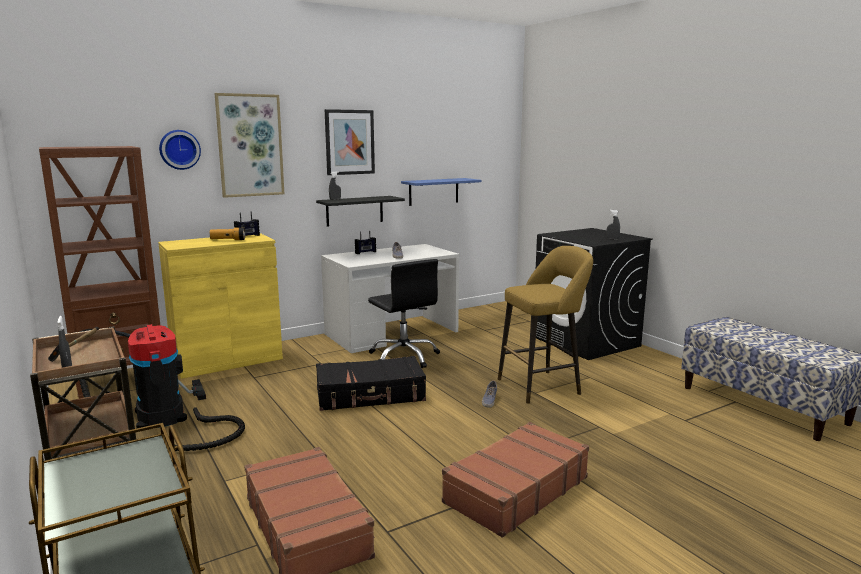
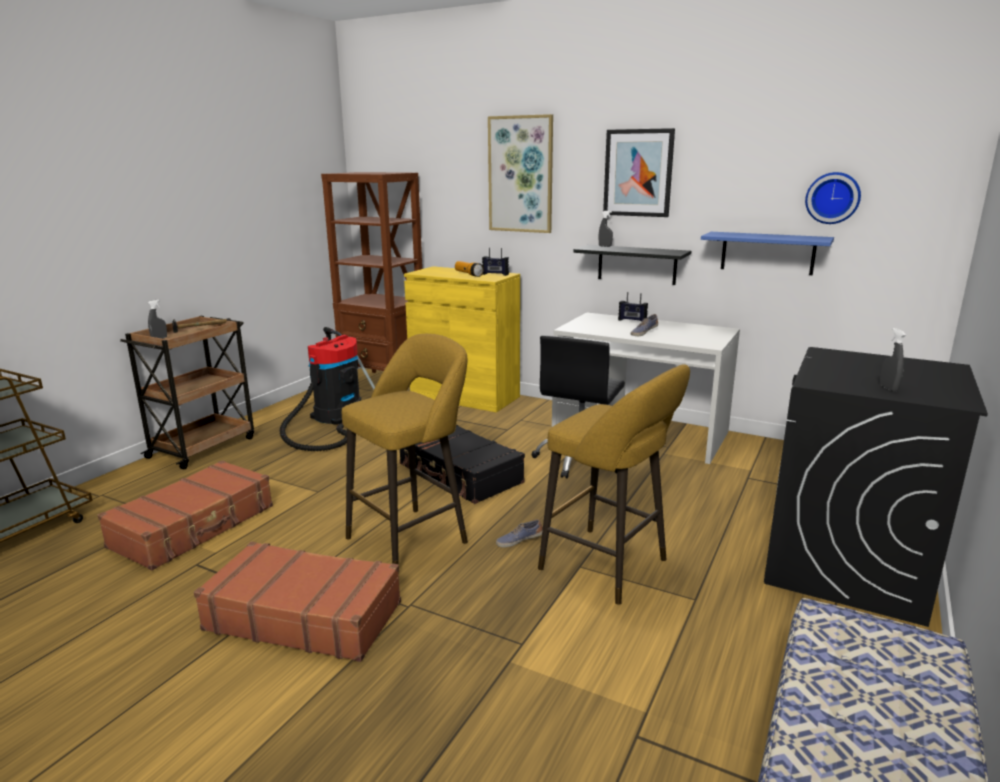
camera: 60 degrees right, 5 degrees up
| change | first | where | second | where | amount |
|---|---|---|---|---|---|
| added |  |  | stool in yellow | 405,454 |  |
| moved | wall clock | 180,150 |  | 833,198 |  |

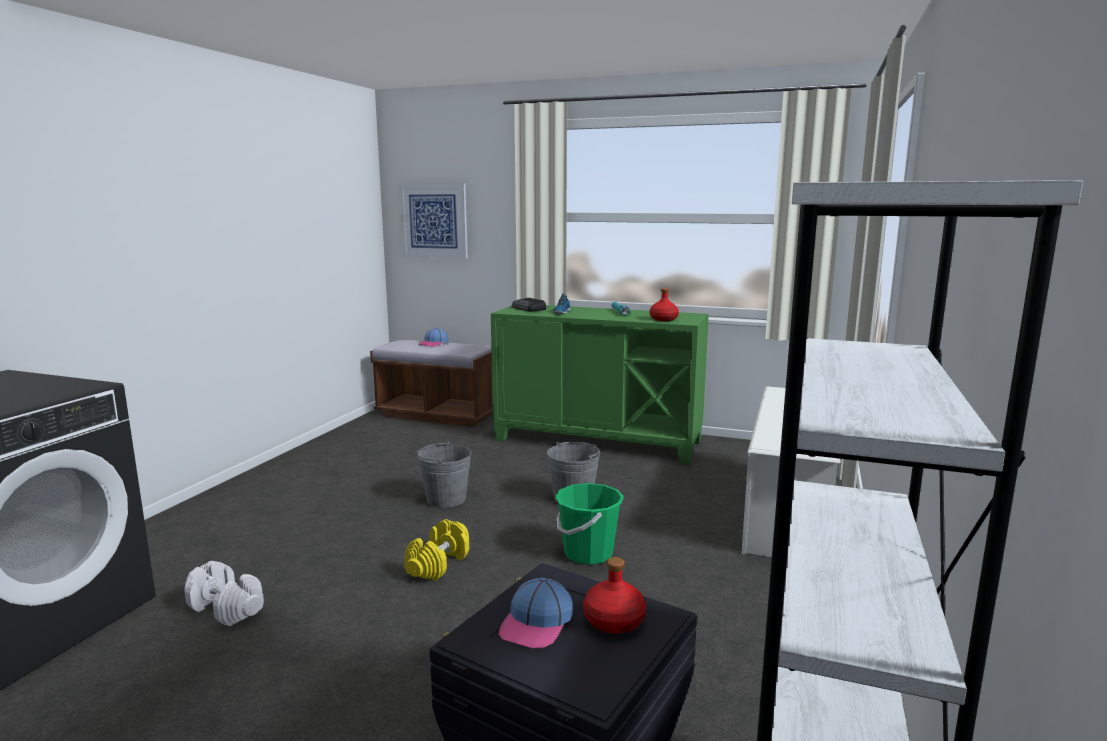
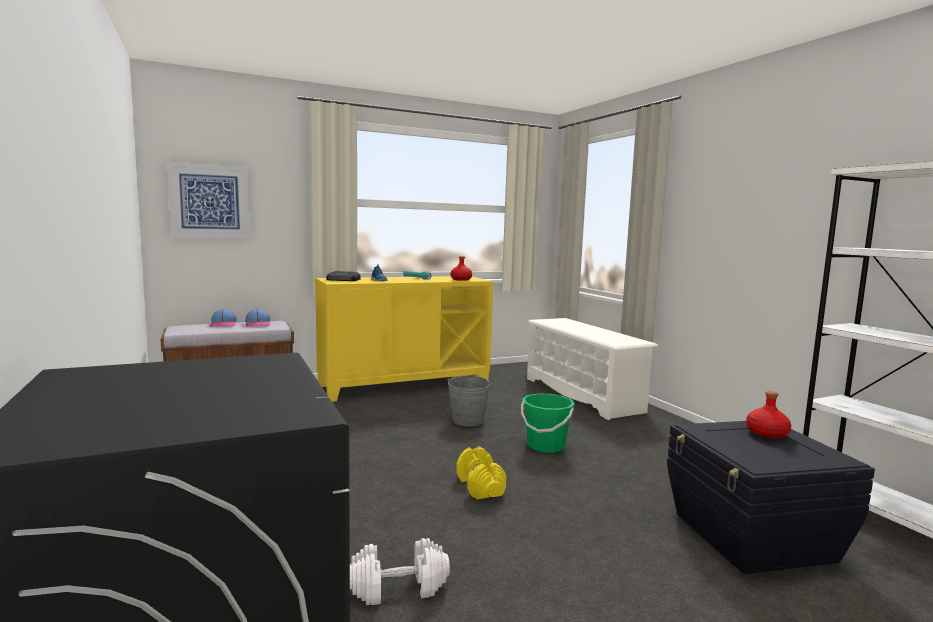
camera: 45 degrees left, 5 degrees down
| change | first | where | second | where | amount |
|---|---|---|---|---|---|
| moved | cap | 536,613 |  | 258,317 |  |
| recoloured | cabinet in green | 600,385 | cabinet in yellow | 404,339 |  |
| removed | bucket in grey | 444,474 |  |  |  |

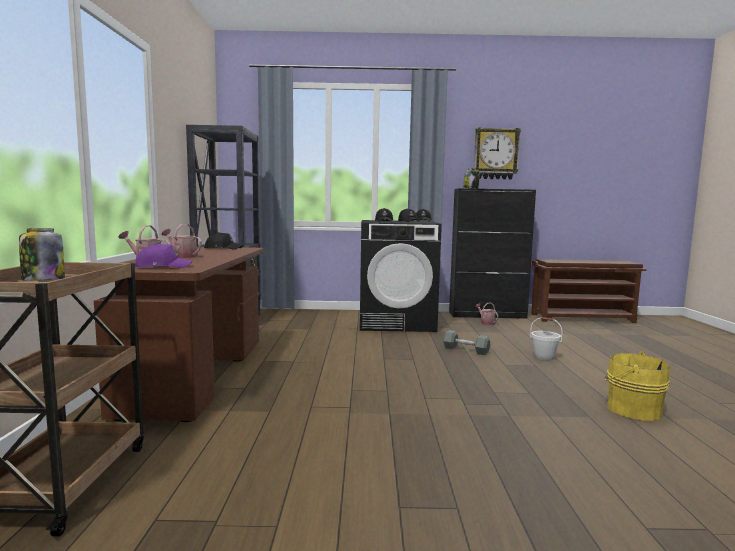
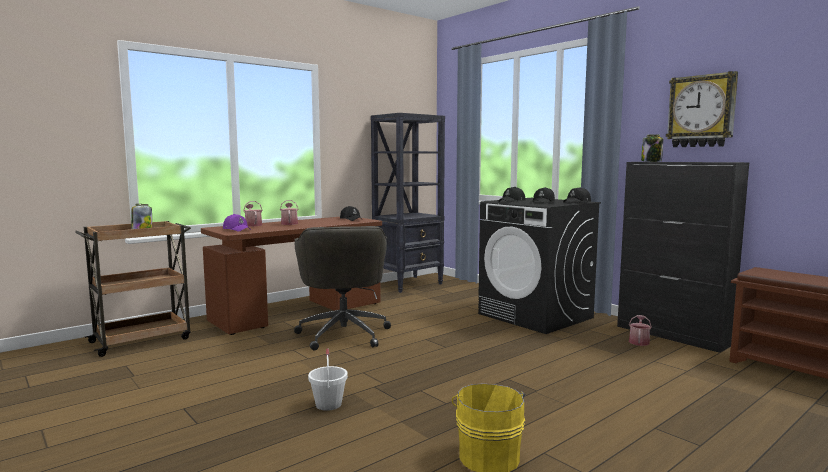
camera: 50 degrees right, 0 degrees up
| change | first | where | second | where | amount |
|---|---|---|---|---|---|
| added |  |  | office chair in grey | 342,288 |  |
| moved | bucket in white | 546,338 |  | 328,379 |  |
| removed | dumbbell in grey | 467,342 |  |  |  |

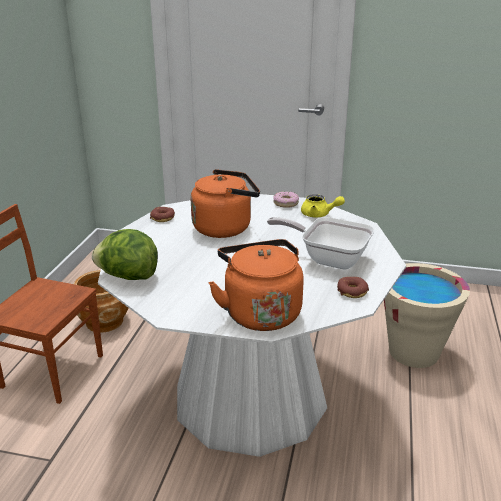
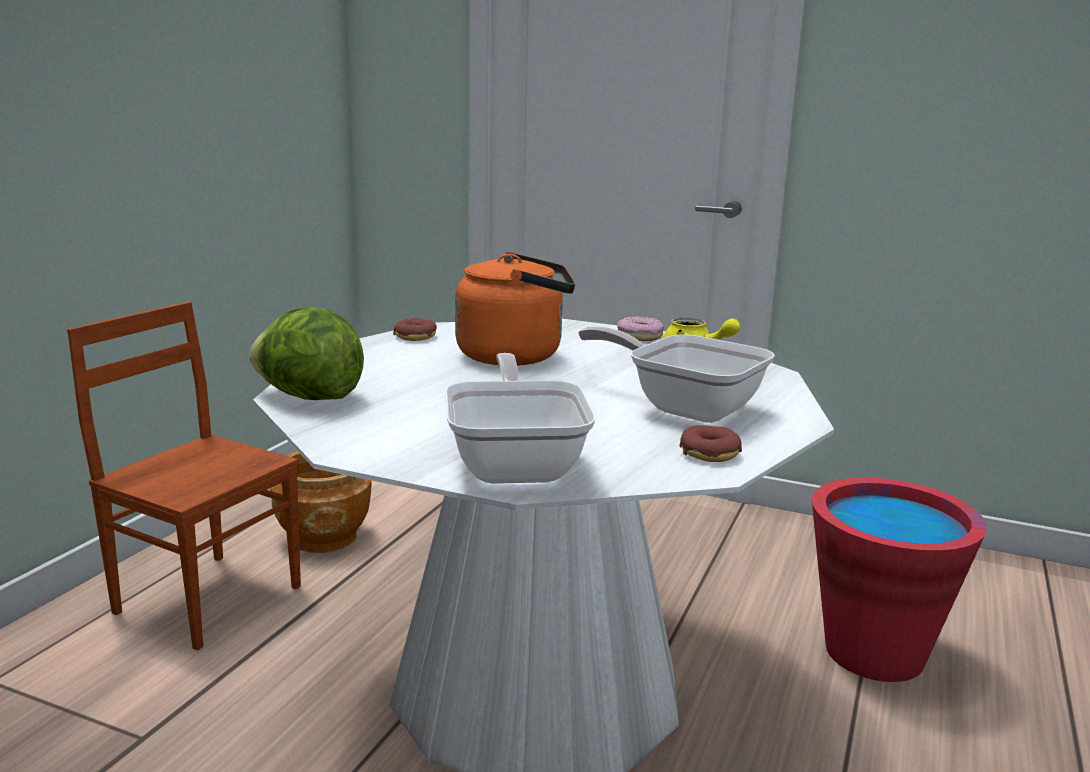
camera: 10 degrees right, 10 degrees down
| change | first | where | second | where | amount |
|---|---|---|---|---|---|
| replaced | kettle in orange | 256,285 | frying pan | 520,418 |  |
| recoloured | bucket in beige | 427,315 | bucket in red | 899,580 |  |

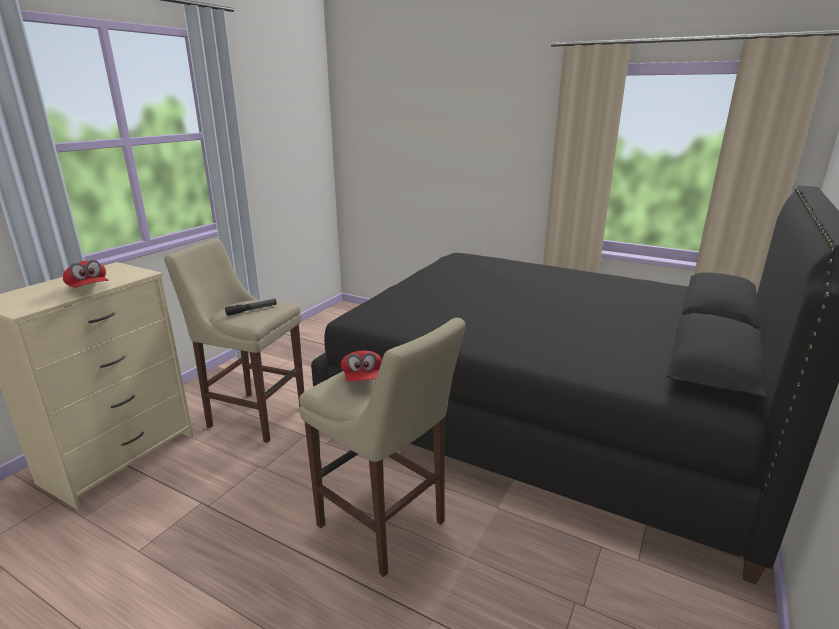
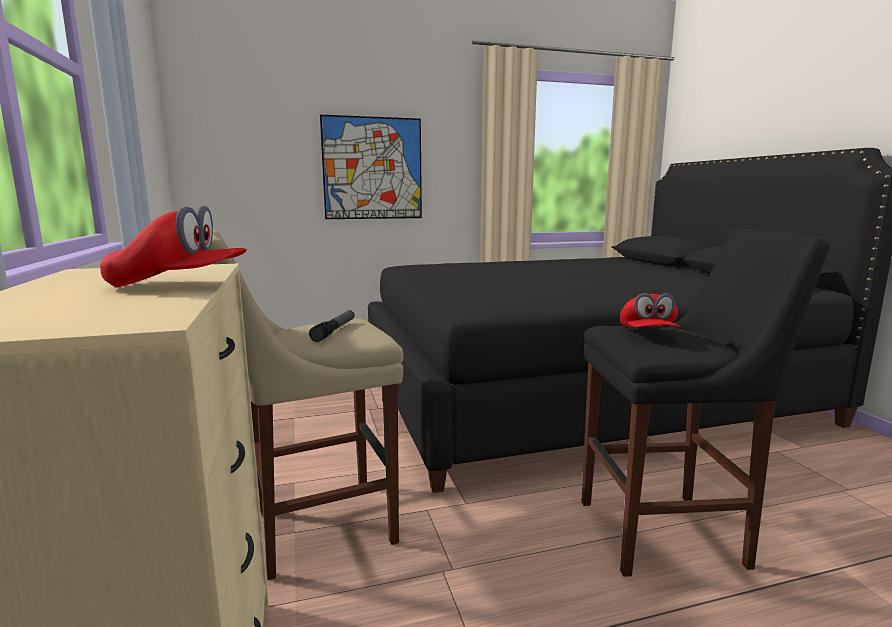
camera: 45 degrees left, 10 degrees down
| change | first | where | second | where | amount |
|---|---|---|---|---|---|
| added |  |  | picture | 371,167 |  |
| recoloured | stool in beige | 382,447 | stool in black | 705,402 |  |
| turned | cap in red | 361,366 |  | 650,310 | 60 degrees clockwise |

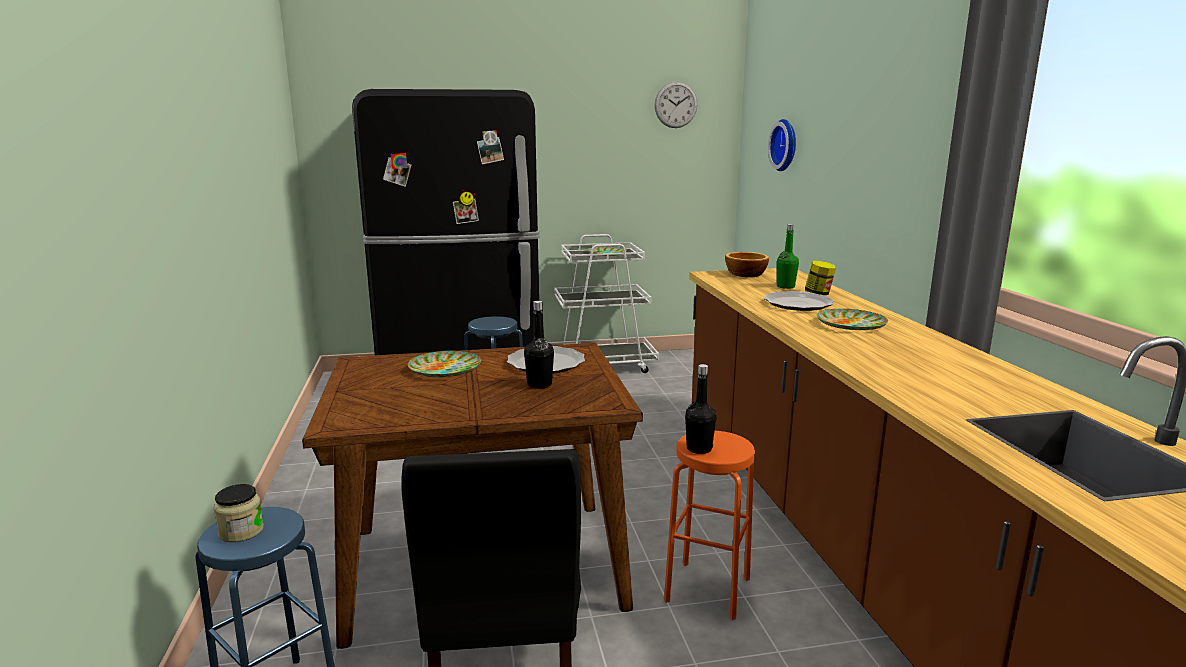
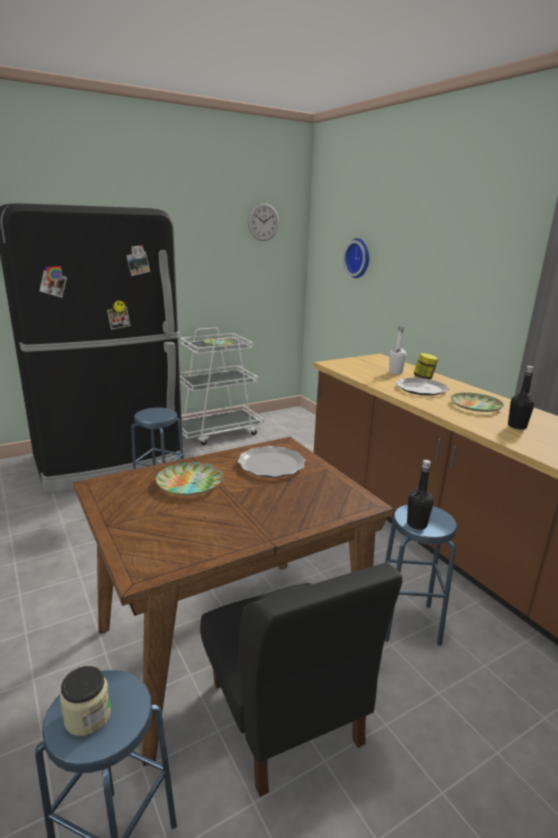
camera: 20 degrees left, 5 degrees up
| change | first | where | second | where | amount |
|---|---|---|---|---|---|
| recoloured | stool in orange | 709,525 | stool in blue | 421,575 |  |
| recoloured | bottle in green | 788,256 | bottle in white | 397,350 |  |
| moved | bottle in black | 539,345 |  | 521,398 |  |
| removed | bowl | 747,264 |  |  |  |

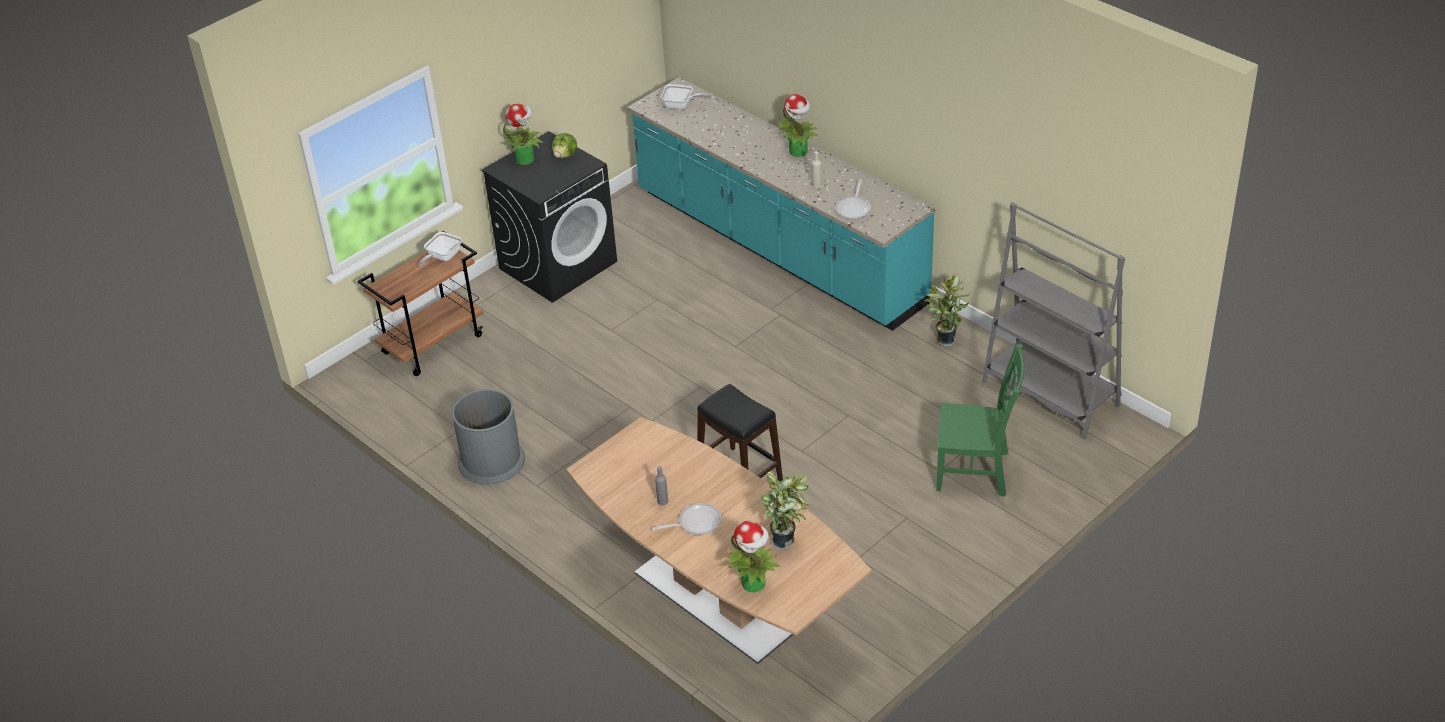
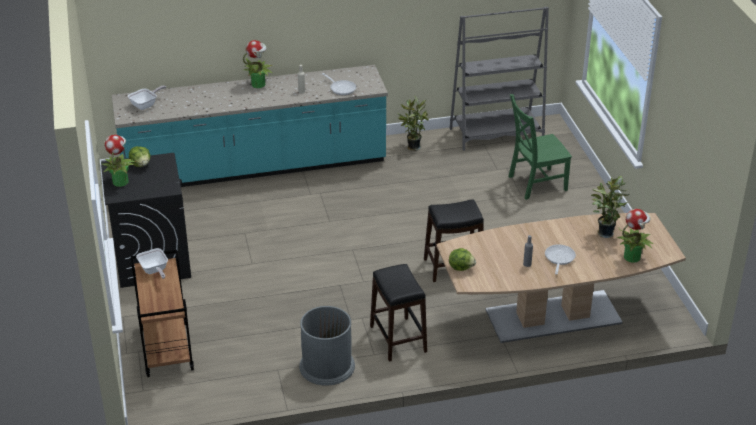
camera: 60 degrees left, 5 degrees down
| change | first | where | second | where | amount |
|---|---|---|---|---|---|
| added |  |  | stool in black | 398,313 |  |
| added |  |  | lettuce | 462,259 |  |
| turned | chair in green | 980,420 |  | 540,147 | 150 degrees counterclockwise |

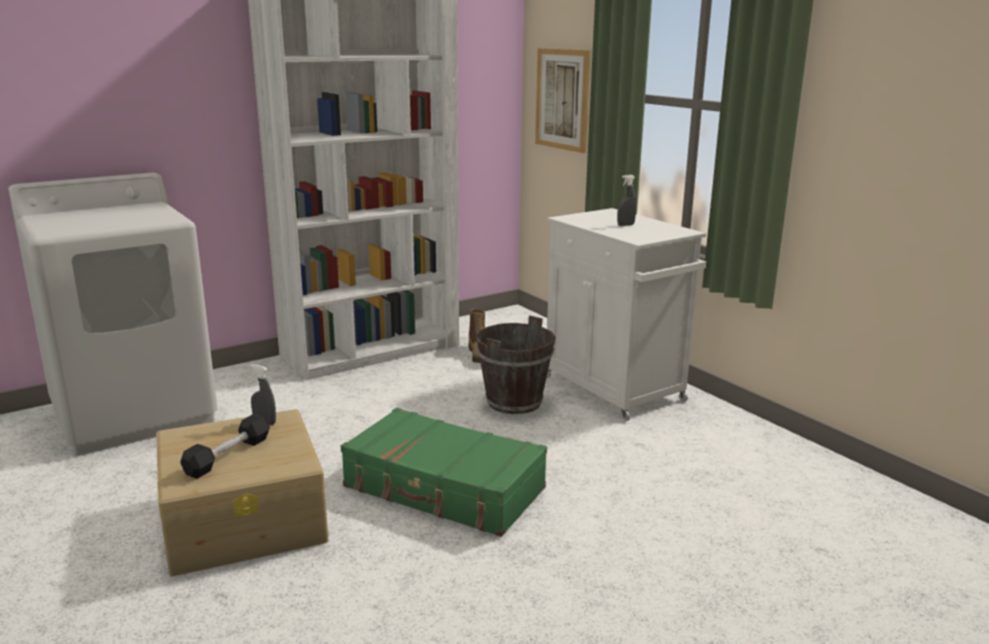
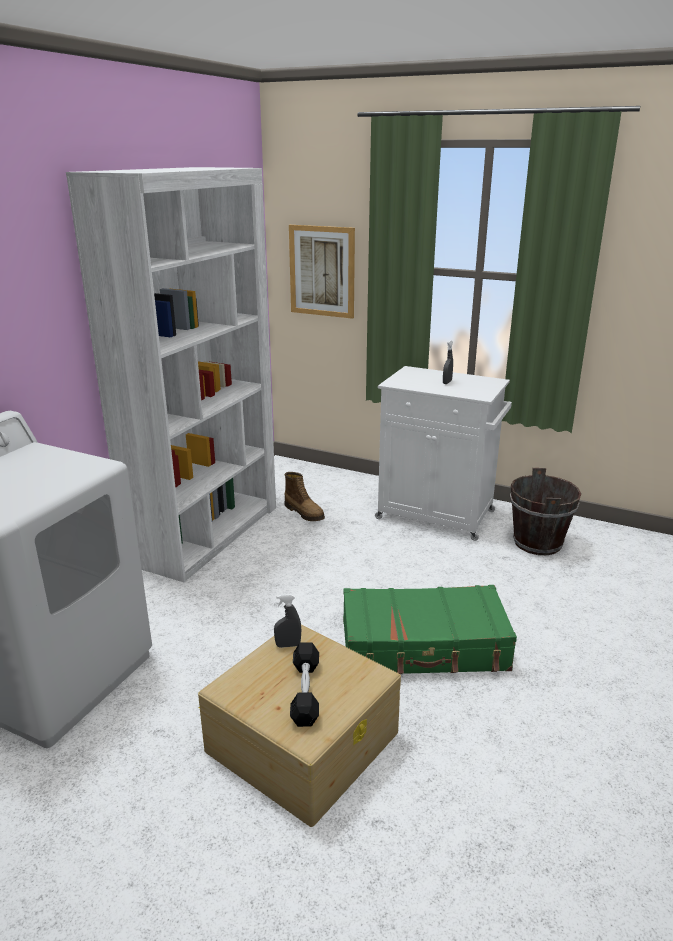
camera: 30 degrees left, 5 degrees up
| change | first | where | second | where | amount |
|---|---|---|---|---|---|
| moved | bucket in brown | 516,365 |  | 545,511 |  |

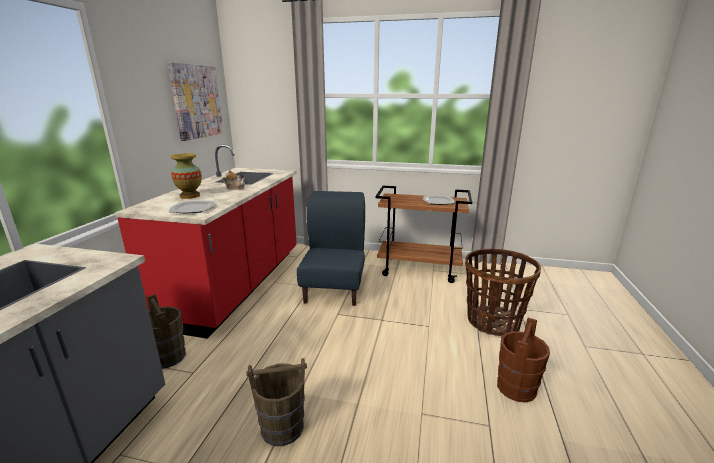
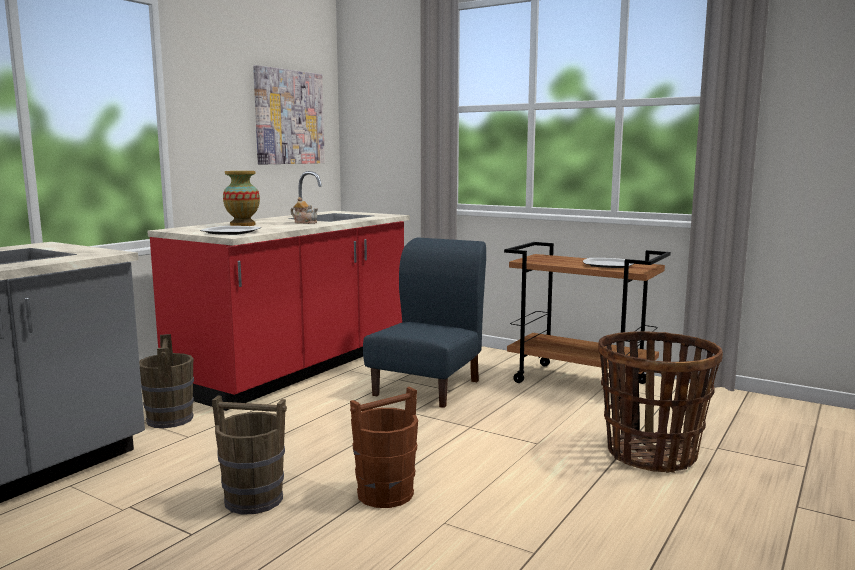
camera: 20 degrees right, 10 degrees down
| change | first | where | second | where | amount |
|---|---|---|---|---|---|
| moved | bucket in brown | 523,360 |  | 384,447 |  |

